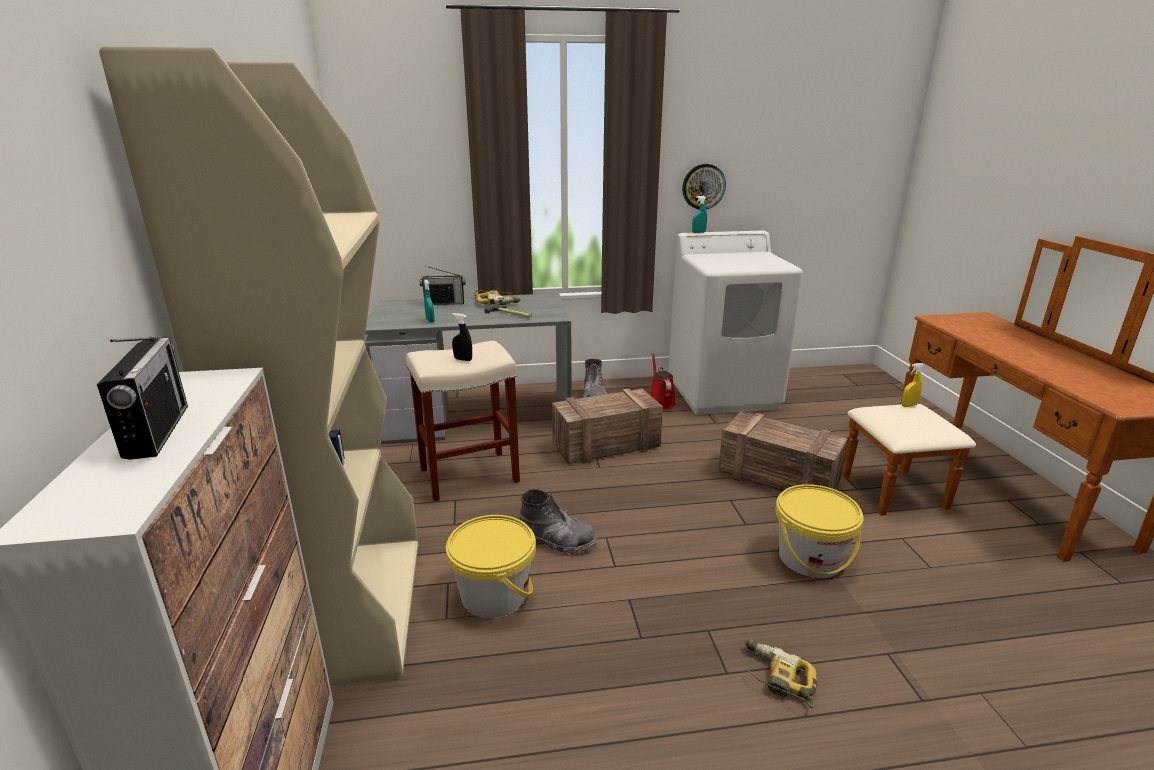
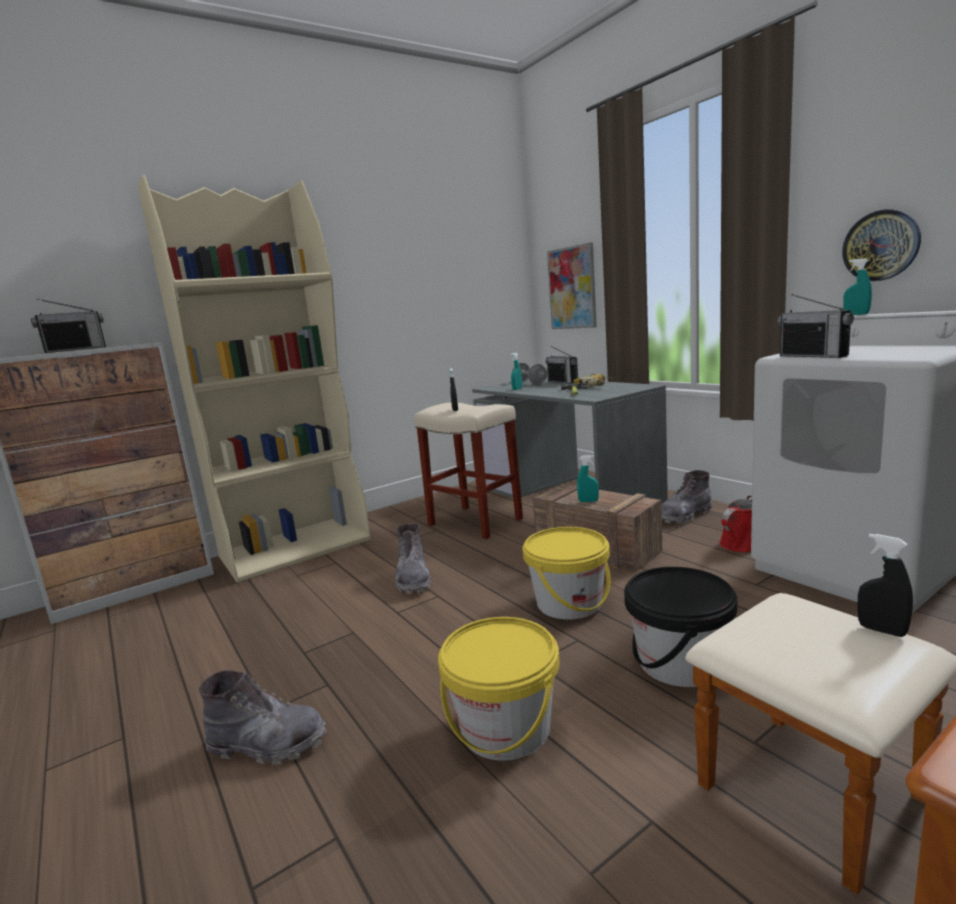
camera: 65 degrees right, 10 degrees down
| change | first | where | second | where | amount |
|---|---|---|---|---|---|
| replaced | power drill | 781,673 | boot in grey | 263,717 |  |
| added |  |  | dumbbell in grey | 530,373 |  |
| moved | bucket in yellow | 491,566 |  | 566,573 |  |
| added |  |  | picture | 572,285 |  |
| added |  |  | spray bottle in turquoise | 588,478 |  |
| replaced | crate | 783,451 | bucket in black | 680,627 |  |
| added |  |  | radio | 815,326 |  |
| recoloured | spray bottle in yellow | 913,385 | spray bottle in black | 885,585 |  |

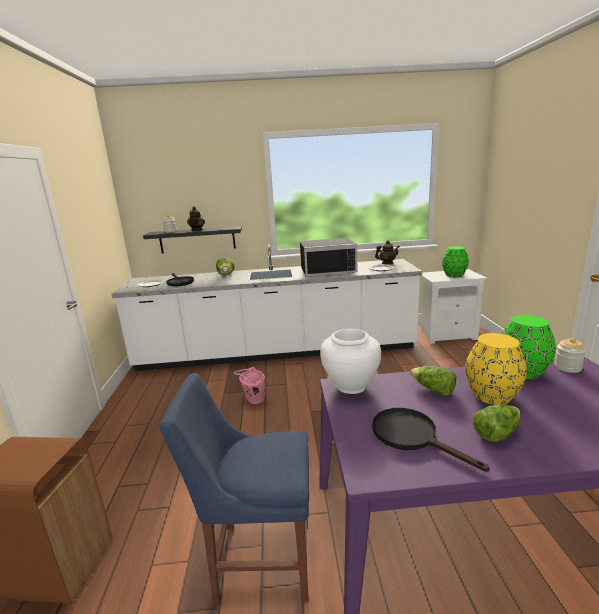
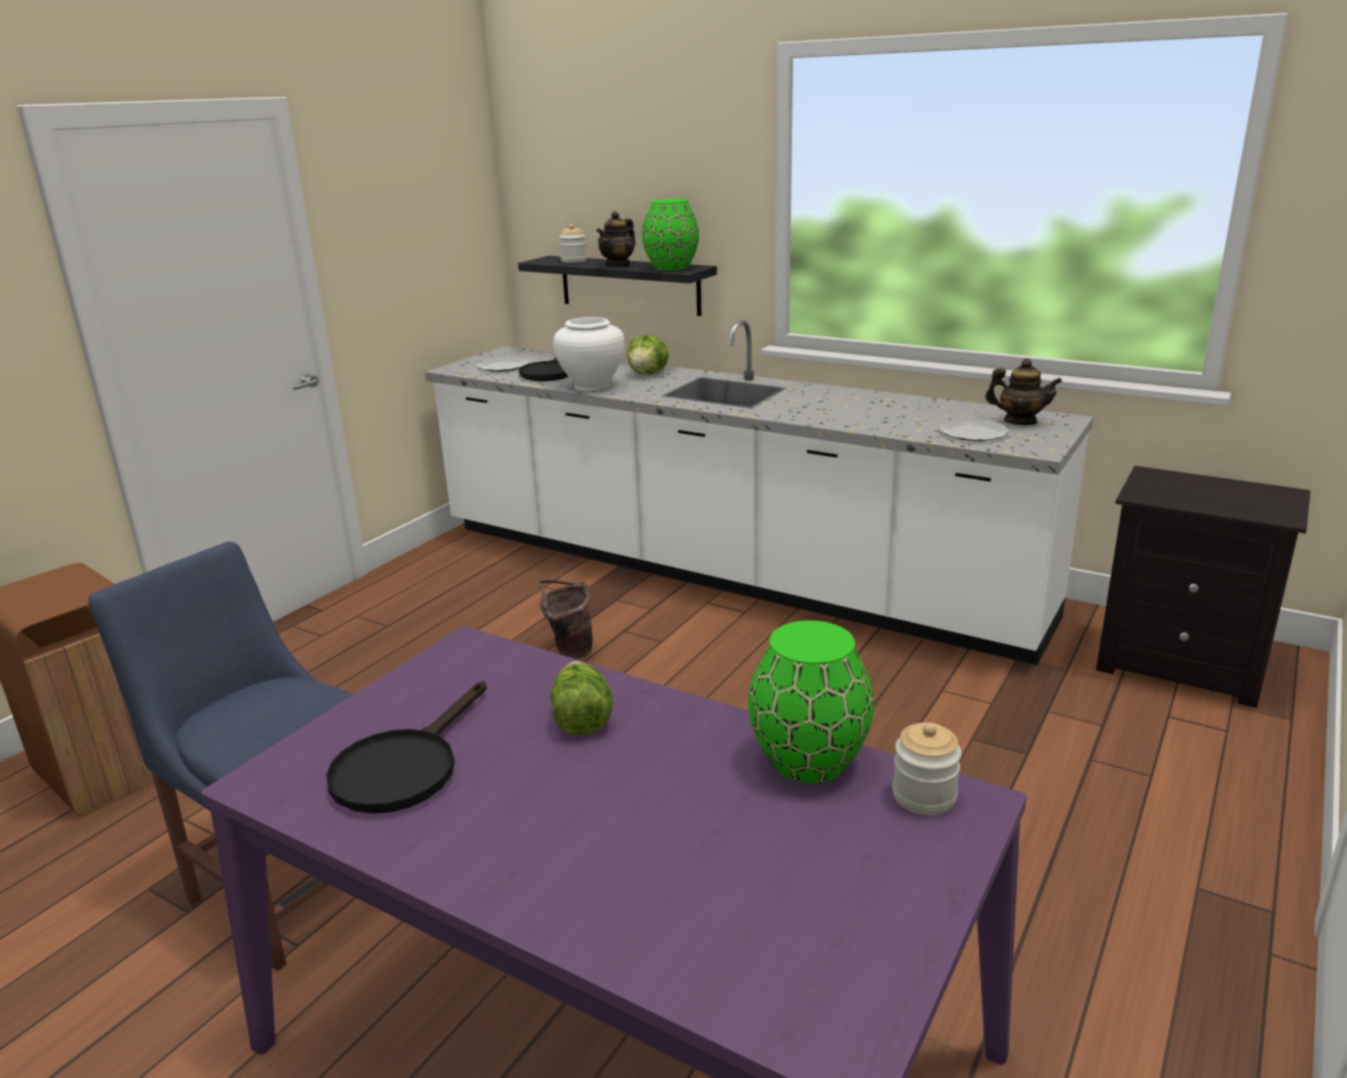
camera: 35 degrees right, 5 degrees up
| change | first | where | second | where | amount |
|---|---|---|---|---|---|
| turned | frying pan in black | 431,440 |  | 406,747 | 150 degrees counterclockwise |
| recoloured | bucket in pink | 249,385 | bucket in brown | 565,619 |  |
| moved | vase in white | 350,361 |  | 589,354 |  |
| moved | vase in green | 455,262 |  | 670,235 |  |
| recoloured | nightstand in white | 454,306 | nightstand in black | 1203,587 |  |
| removed | microwave in black | 328,257 |  |  |  |
| removed | vase in yellow | 496,369 |  |  |  |
| removed | lettuce | 496,423 |  |  |  |

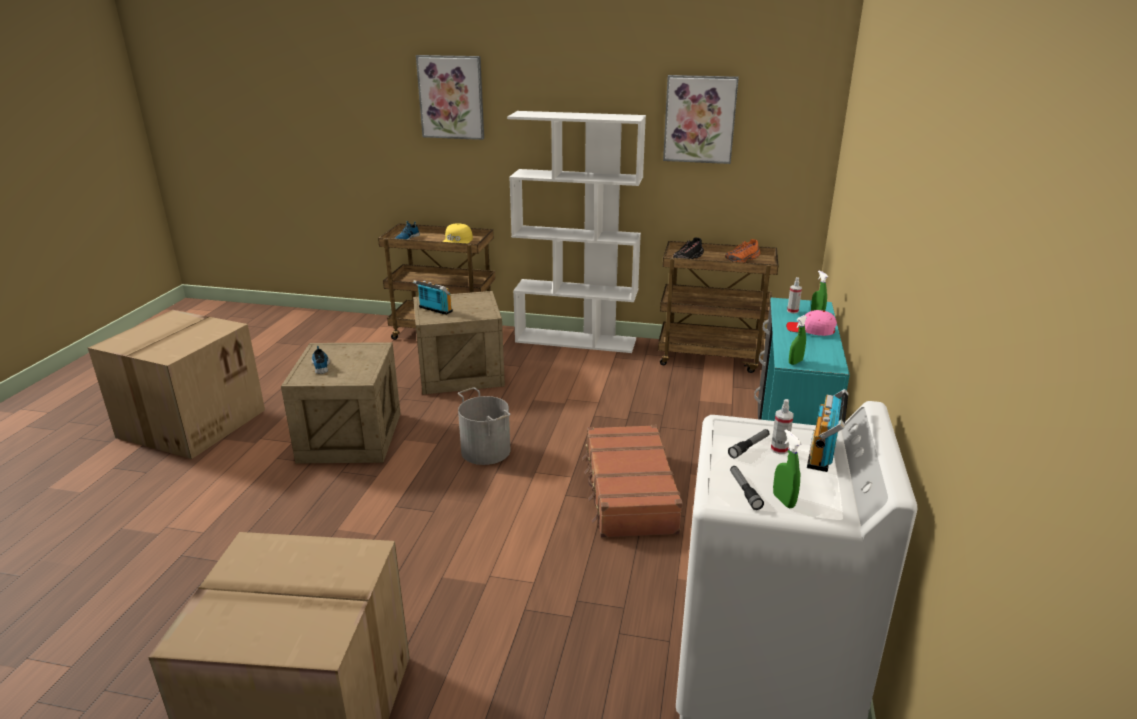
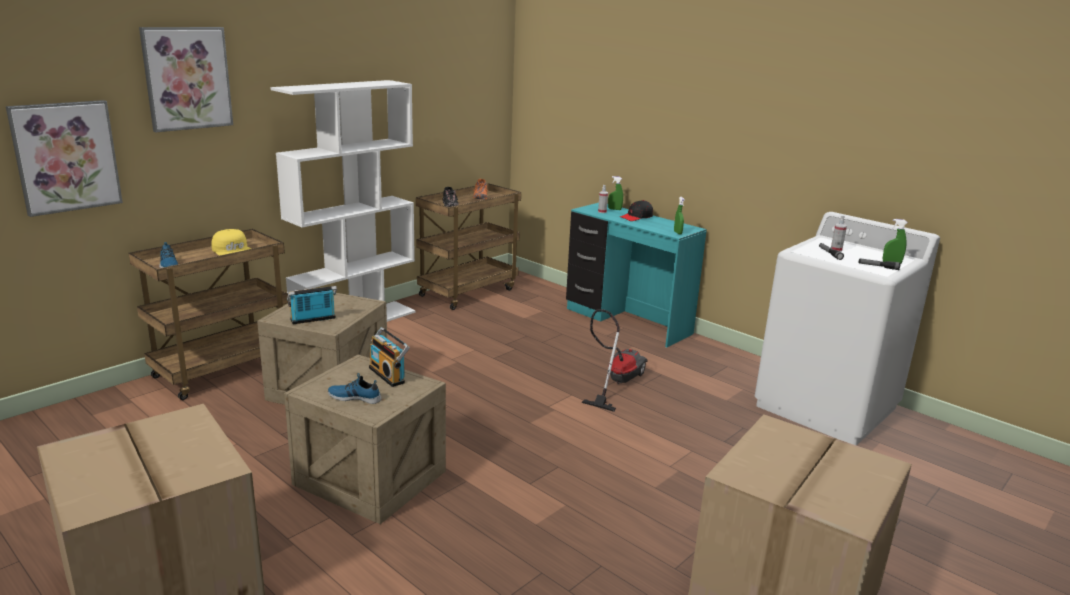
camera: 60 degrees left, 5 degrees down
| change | first | where | second | where | amount |
|---|---|---|---|---|---|
| moved | picture | 701,119 |  | 64,158 |  |
| moved | radio | 828,430 |  | 389,357 |  |
| replaced | suitcase in brown | 632,481 | vacuum cleaner | 614,360 |  |
| recoloured | cap in pink | 811,323 | cap in black | 636,210 |  |
| removed | bucket in grey | 484,426 |  |  |  |

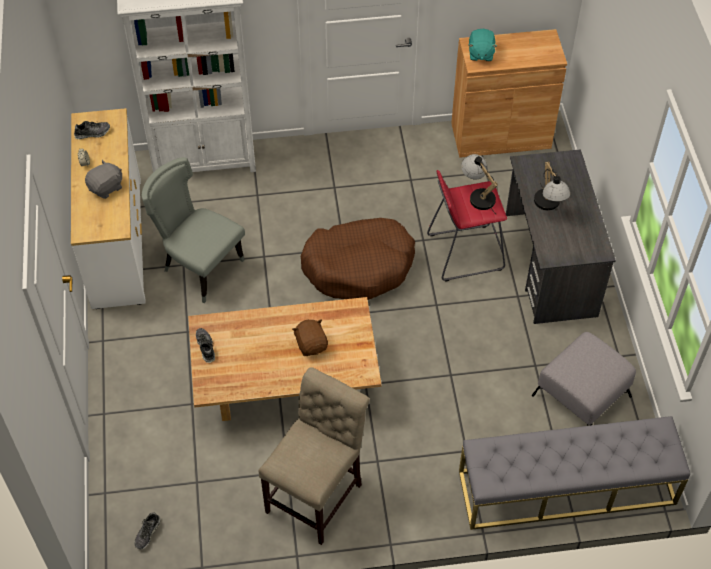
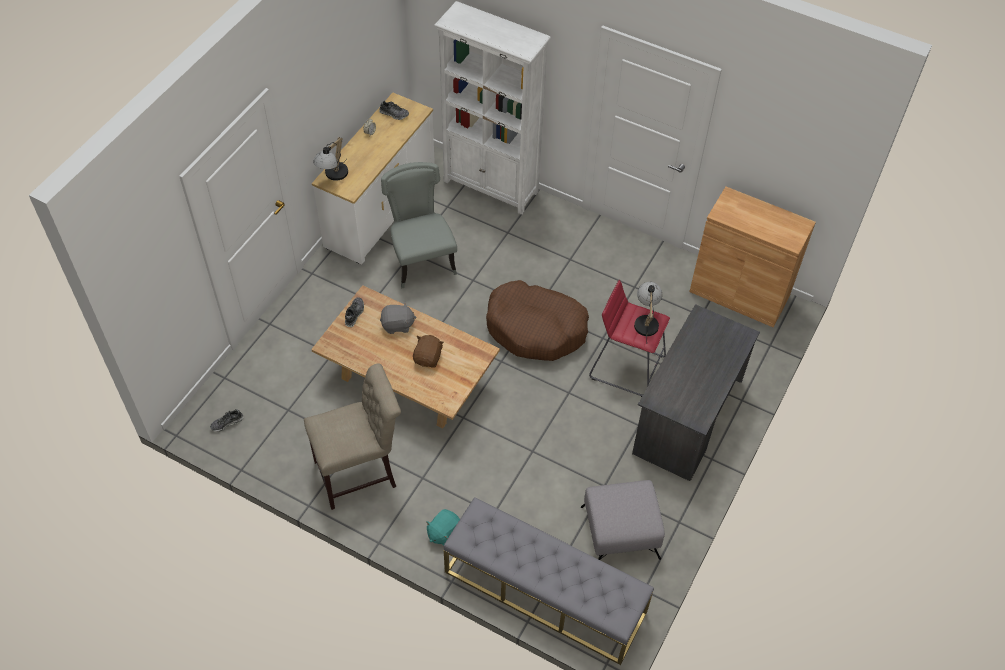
camera: 35 degrees right, 0 degrees up
| change | first | where | second | where | amount |
|---|---|---|---|---|---|
| moved | table lamp | 552,186 |  | 330,159 |  |
| moved | plush toy in grey | 103,179 |  | 398,318 |  |
| moved | plush toy in turquoise | 483,45 |  | 443,527 |  |

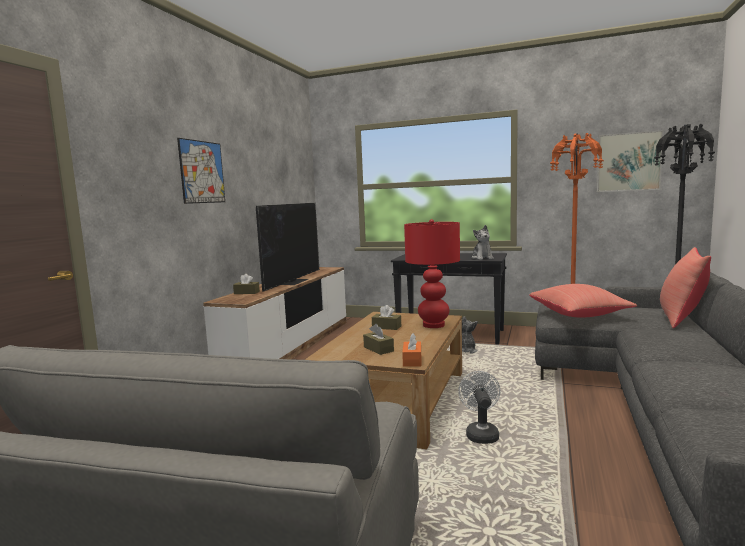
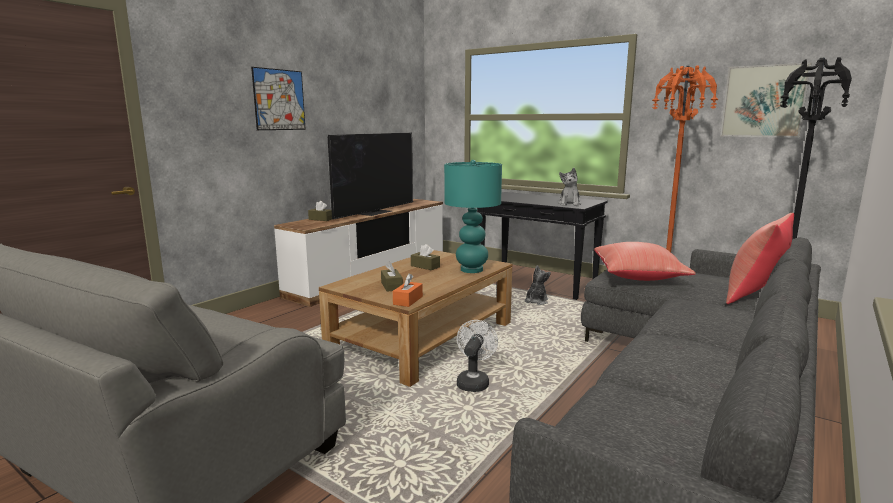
camera: 15 degrees right, 5 degrees up
| change | first | where | second | where | amount |
|---|---|---|---|---|---|
| recoloured | table lamp in red | 432,273 | table lamp in turquoise | 473,216 |  |

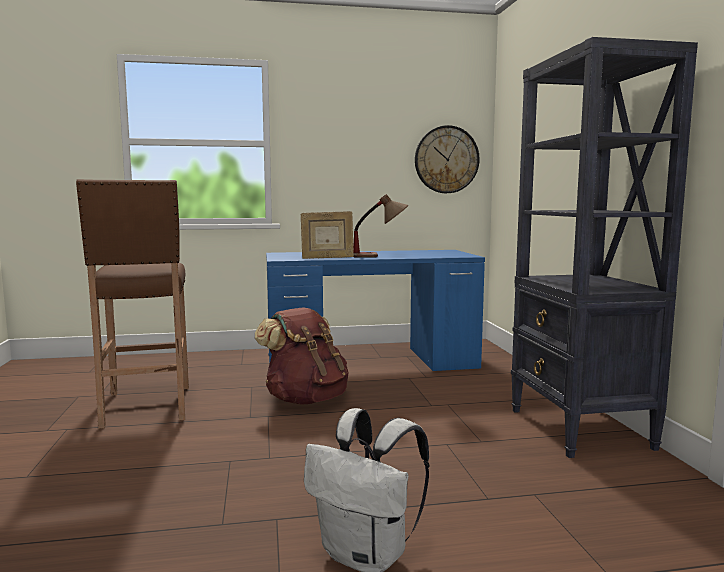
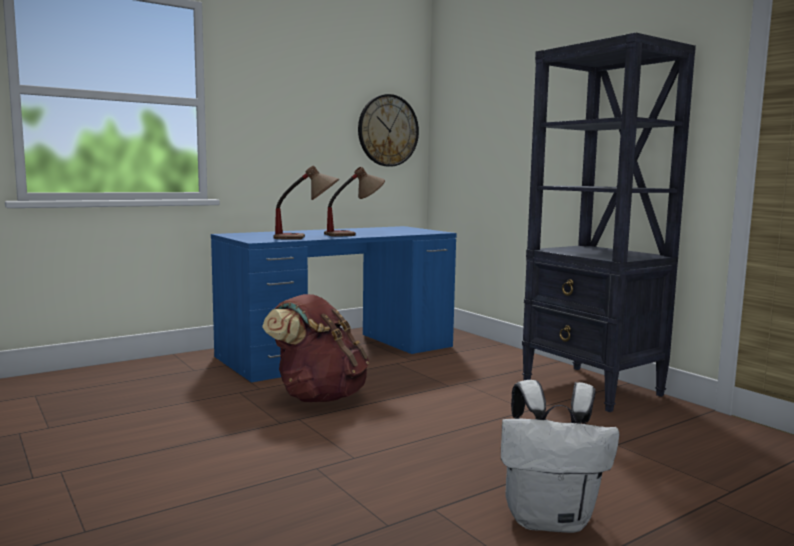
camera: 25 degrees left, 0 degrees up
| change | first | where | second | where | amount |
|---|---|---|---|---|---|
| replaced | picture frame | 327,235 | table lamp | 306,202 |  |
| removed | stool in brown | 132,304 |  |  |  |

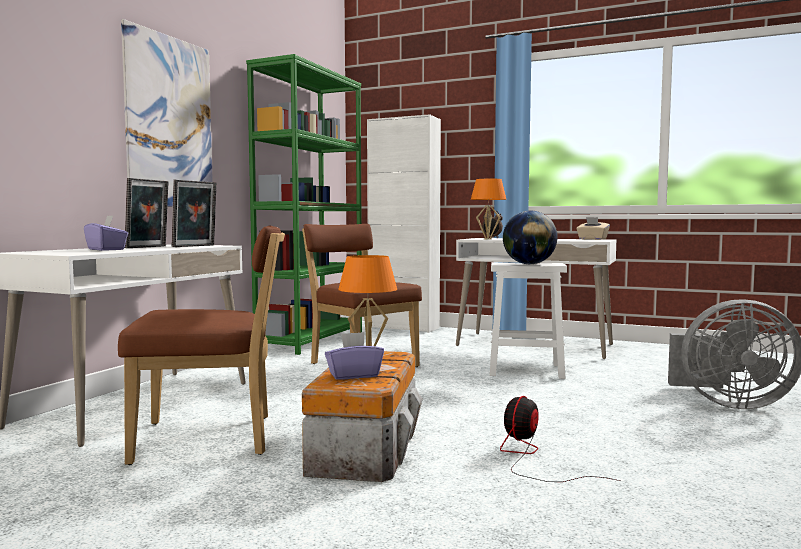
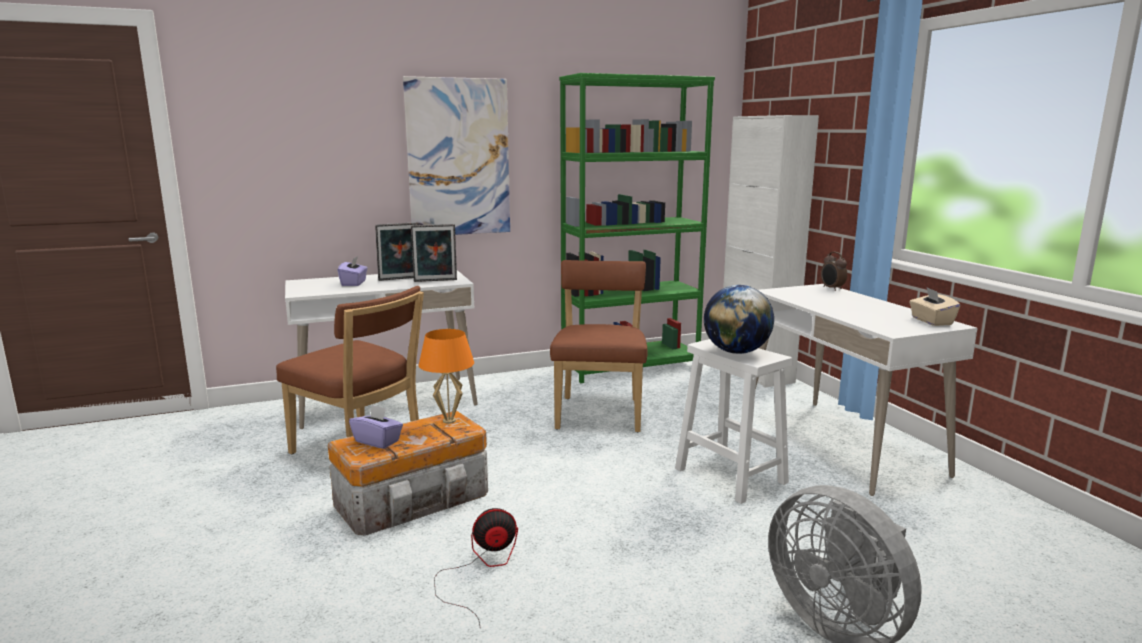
camera: 45 degrees right, 10 degrees up
| change | first | where | second | where | amount |
|---|---|---|---|---|---|
| removed | table lamp in orange | 488,209 |  |  |  |

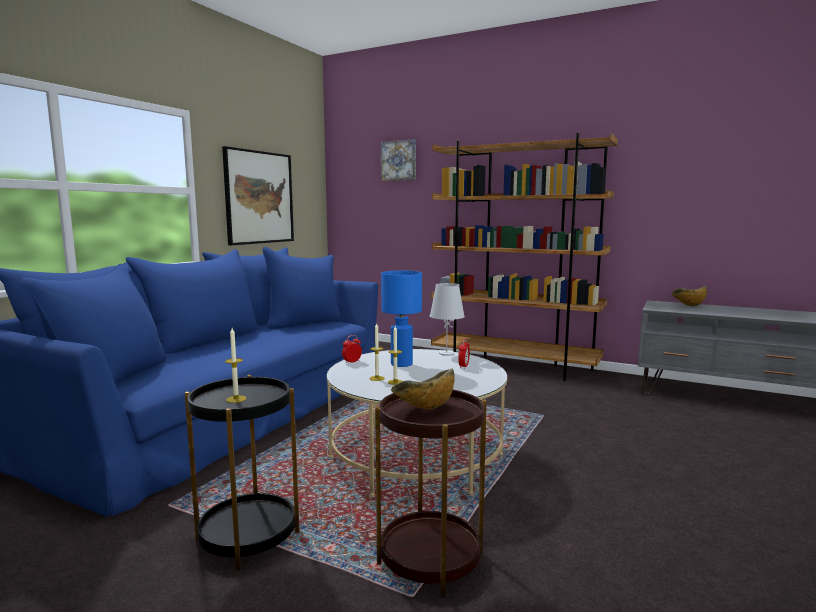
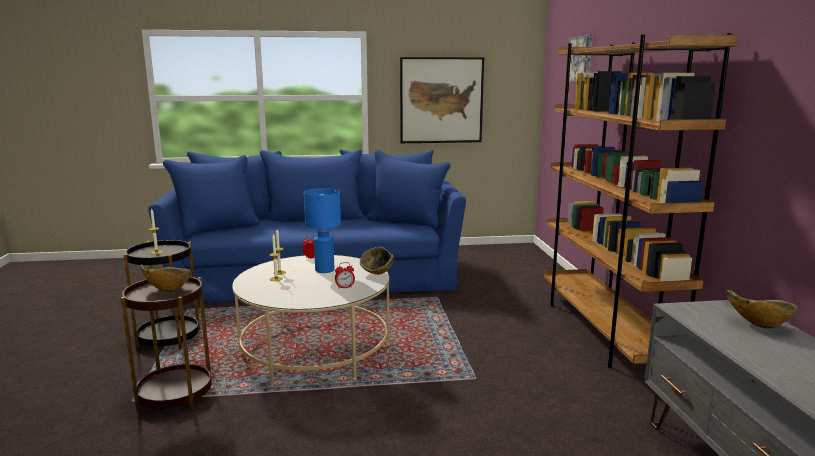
camera: 55 degrees right, 5 degrees up
| change | first | where | second | where | amount |
|---|---|---|---|---|---|
| replaced | table lamp in white | 447,319 | bowl | 377,261 |  |

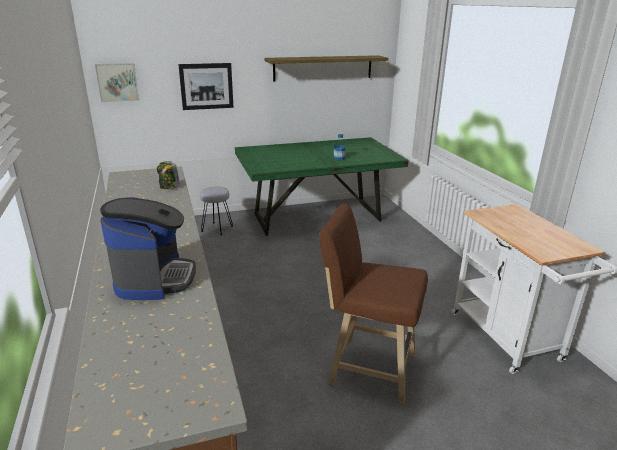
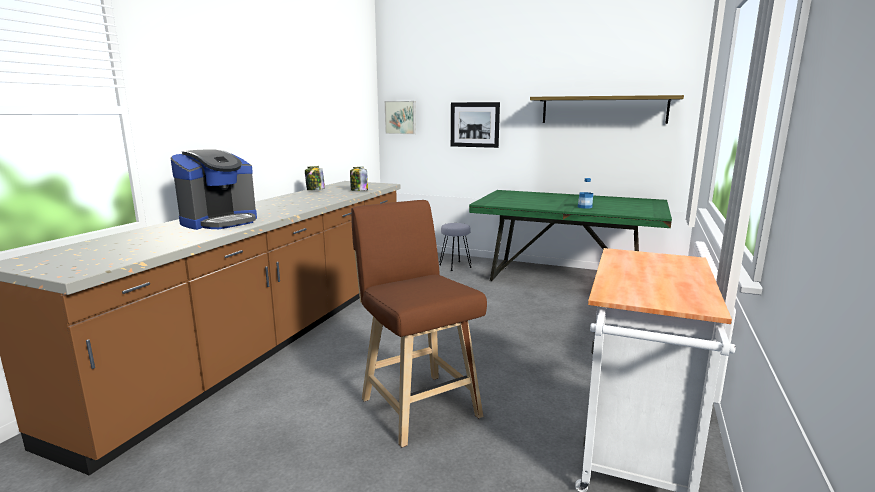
camera: 40 degrees right, 10 degrees down
| change | first | where | second | where | amount |
|---|---|---|---|---|---|
| added |  |  | jar | 315,178 |  |

